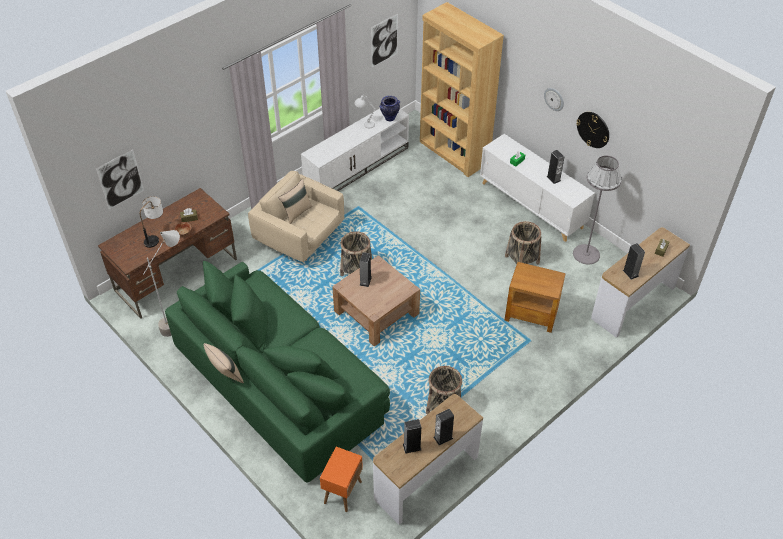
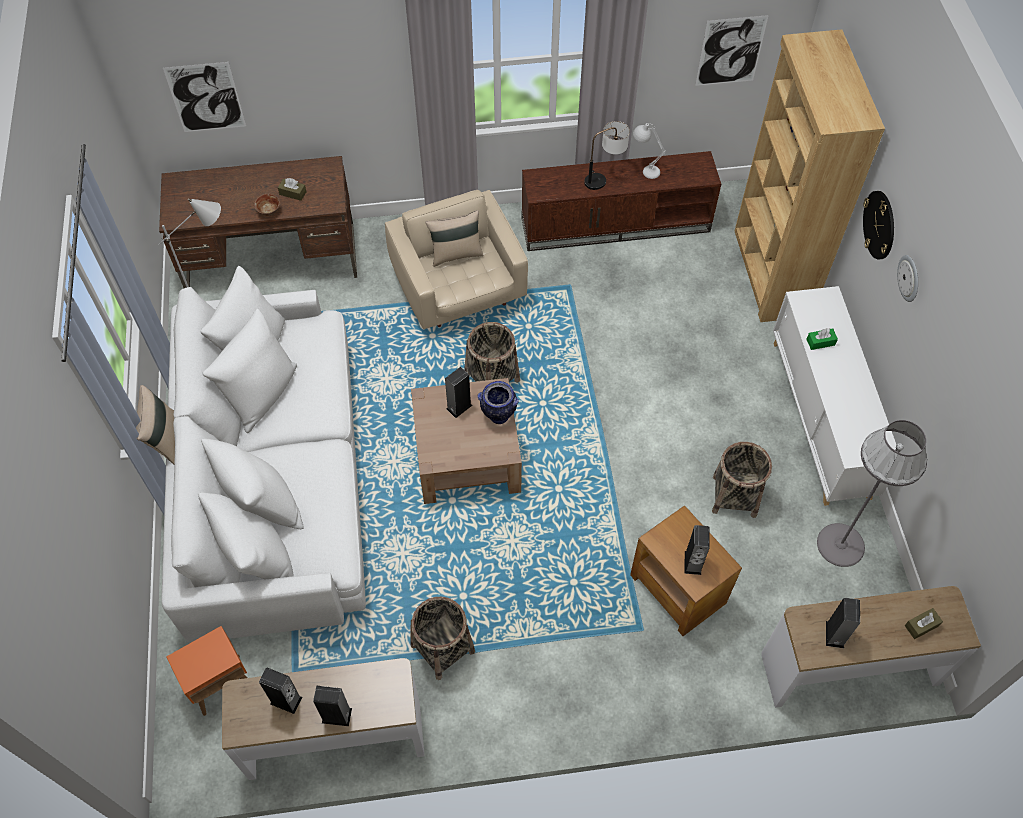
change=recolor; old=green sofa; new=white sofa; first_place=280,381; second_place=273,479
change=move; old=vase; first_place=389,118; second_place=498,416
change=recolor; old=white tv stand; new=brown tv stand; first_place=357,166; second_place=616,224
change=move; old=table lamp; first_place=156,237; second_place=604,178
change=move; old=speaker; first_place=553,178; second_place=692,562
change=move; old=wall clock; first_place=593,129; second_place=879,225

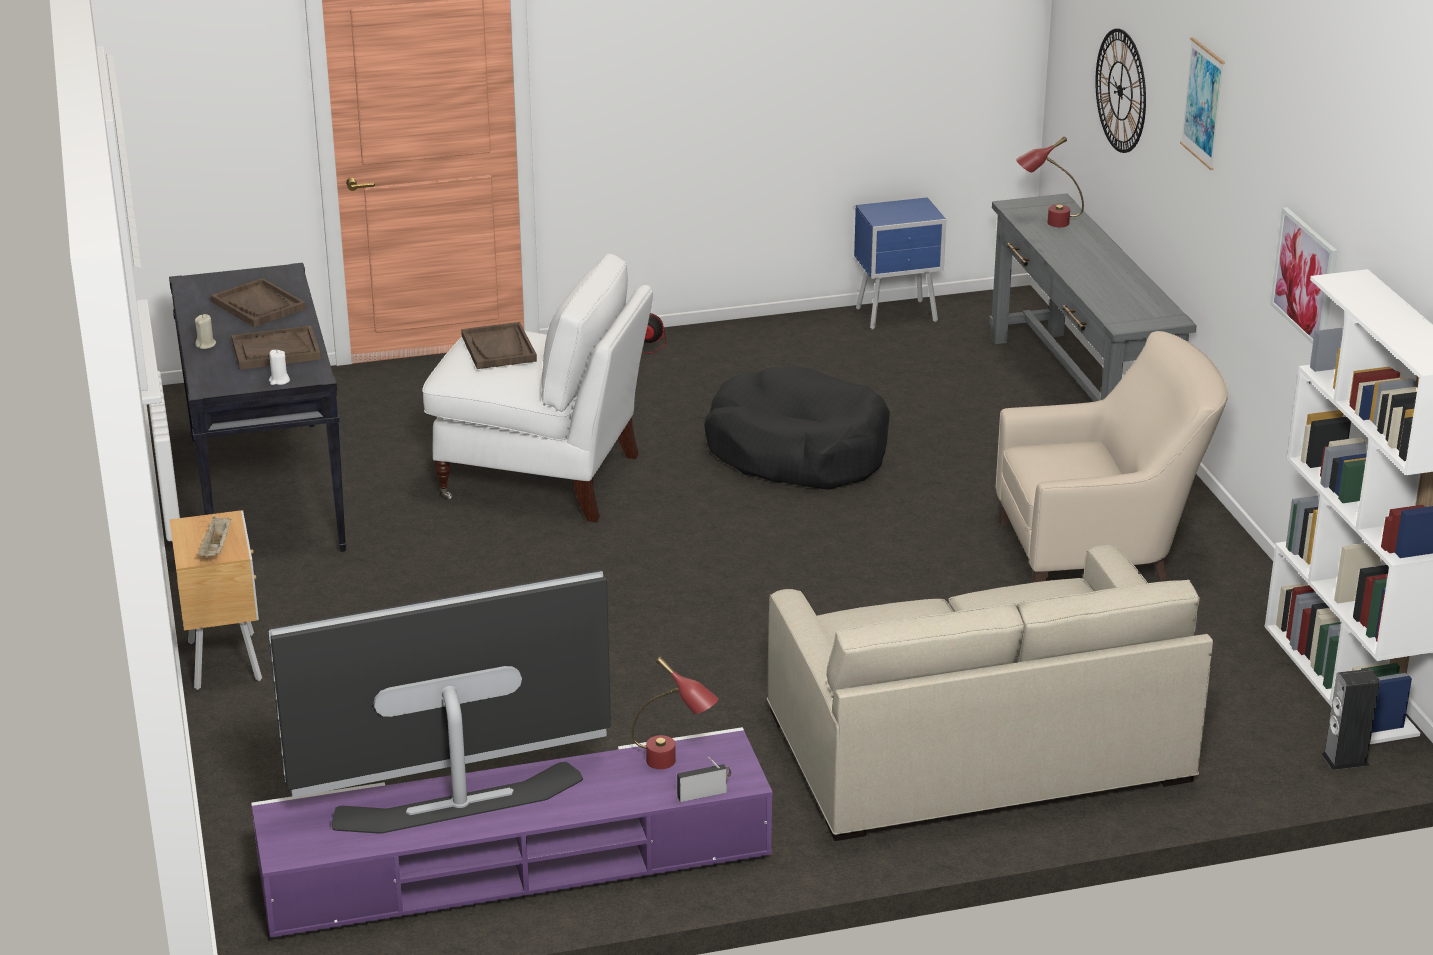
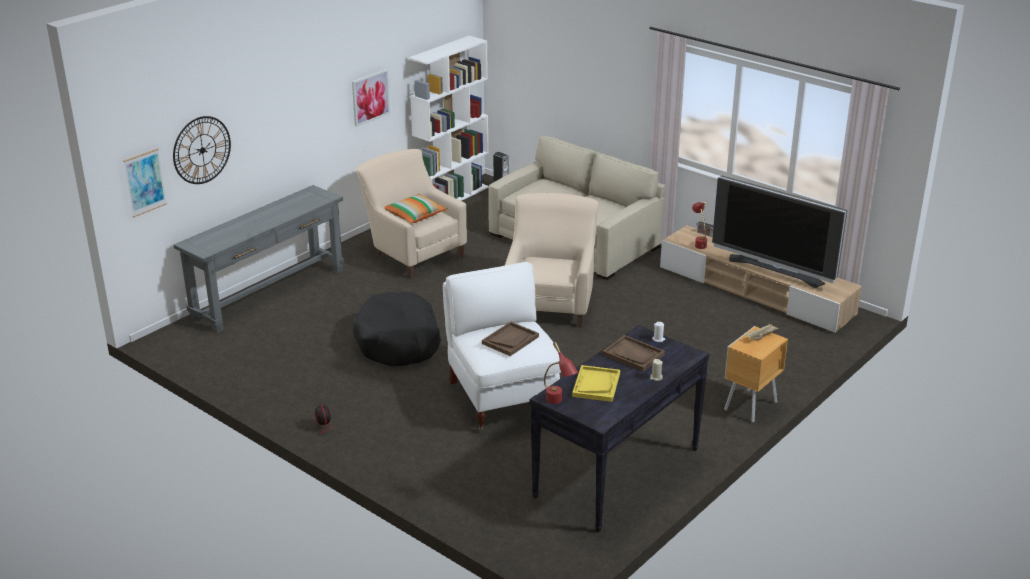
change=move; old=picture; first_place=1203,103; second_place=145,182
change=insert; new=pillow; second_place=415,216
change=insert; new=beige armchair; second_place=551,303
change=move; old=red table lamp; first_place=1047,222; second_place=558,403
change=recolor; old=brown tray; new=yellow tray; first_place=258,305; second_place=596,385
change=recolor; old=purple tv stand; new=beige tv stand; first_place=514,864; second_place=755,292
change=delete; old=blue nightstand; first_place=898,315

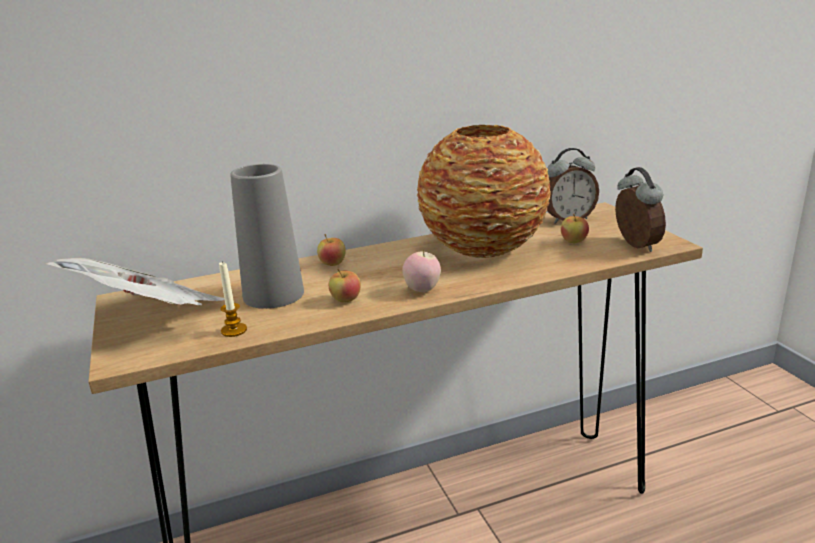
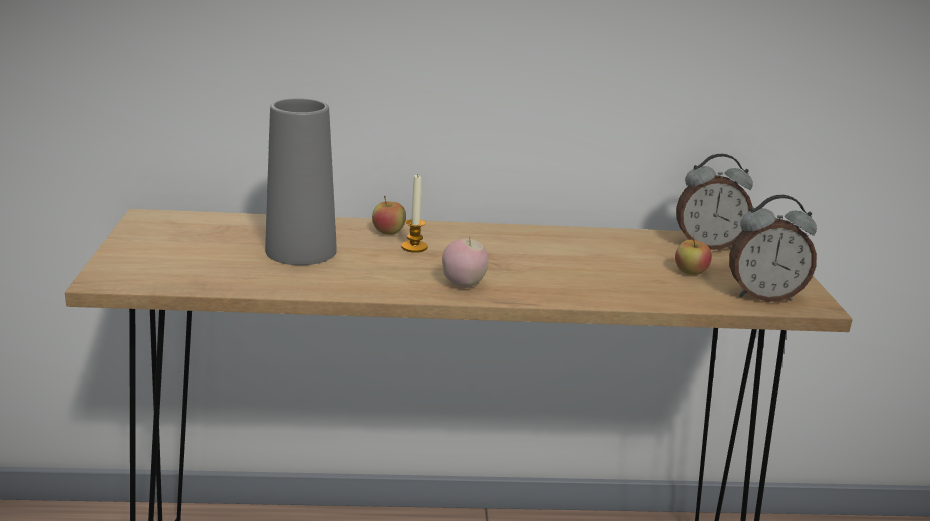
change=move; old=candle; first_place=234,330; second_place=414,247
change=rotate; old=alarm clock; first_place=634,246; second_place=763,295; degrees=90
change=delete; old=newspaper; first_place=151,318
change=delete; old=apple; first_place=346,300
change=delete; old=vase; first_place=483,248

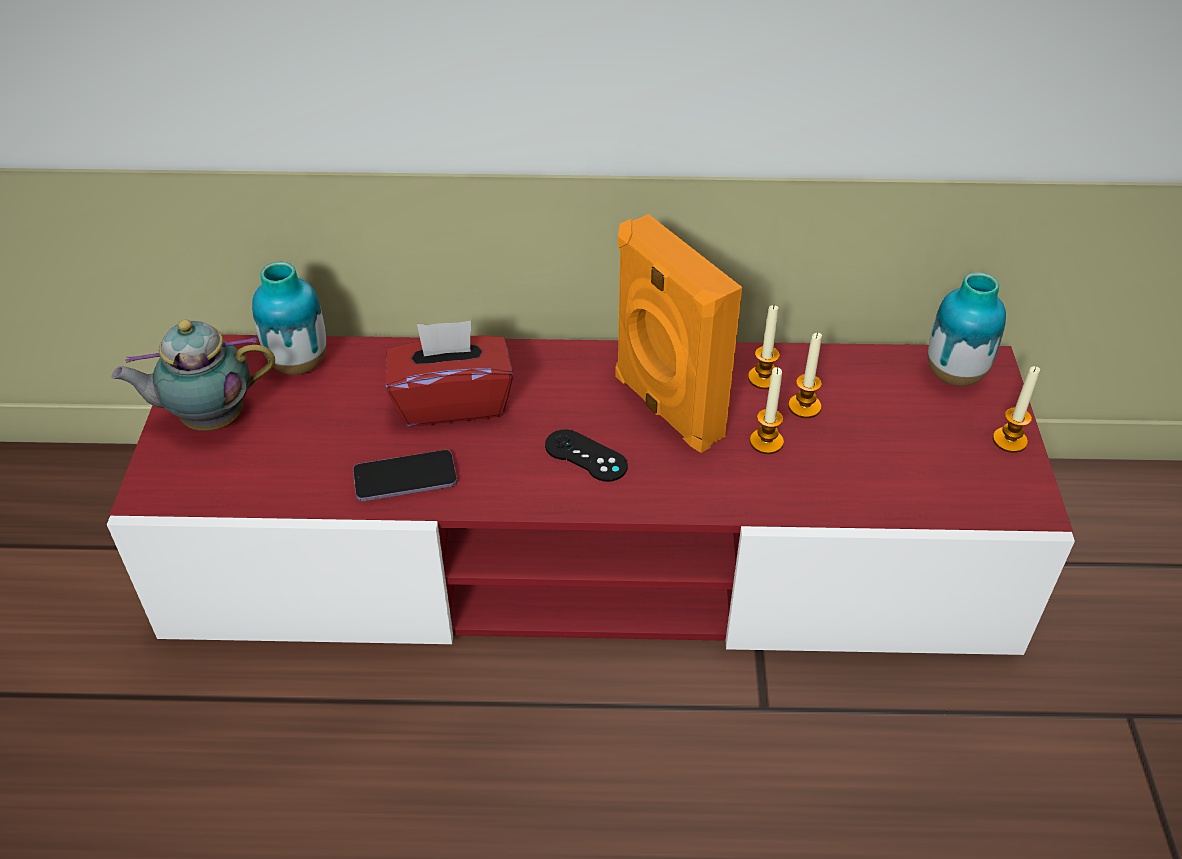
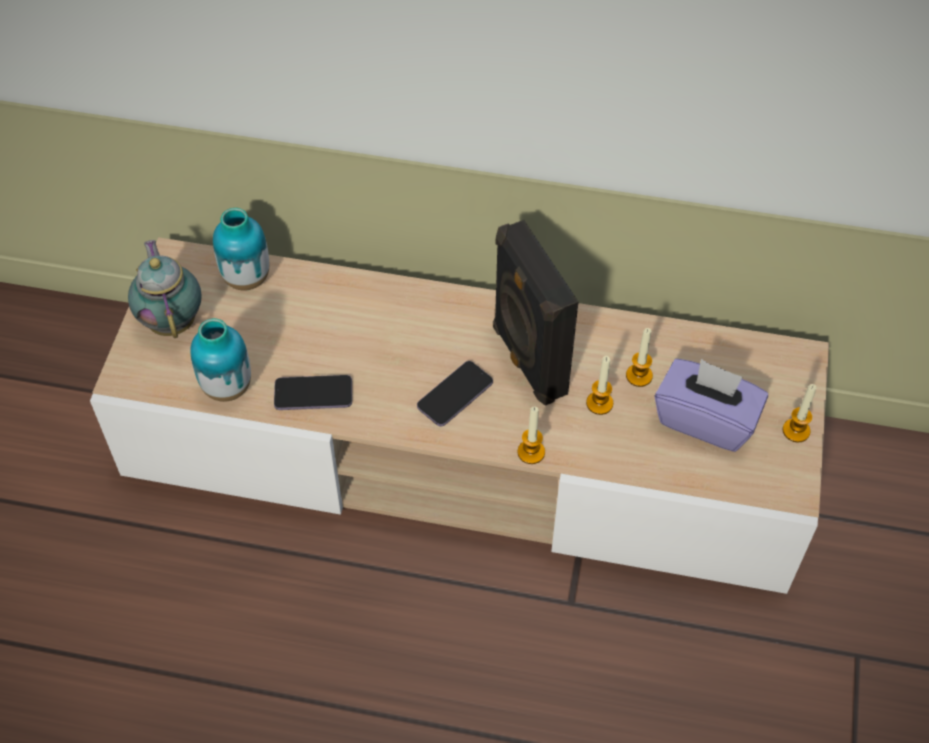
change=recolor; old=red tv stand; new=beige tv stand; first_place=591,553; second_place=464,452
change=rotate; old=teapot; first_place=209,419; second_place=172,320; degrees=75
change=move; old=vase; first_place=954,374; second_place=227,387
change=replace; old=black game controller; new=phone; first_place=586,456; second_place=455,395
change=recolor; old=orange speaker; new=black speaker; first_place=665,408; second_place=527,361
change=move; old=candle; first_place=763,378; second_place=531,452
change=insert; new=purple tissue box; second_place=705,419
change=delete; old=red tissue box; first_place=452,401

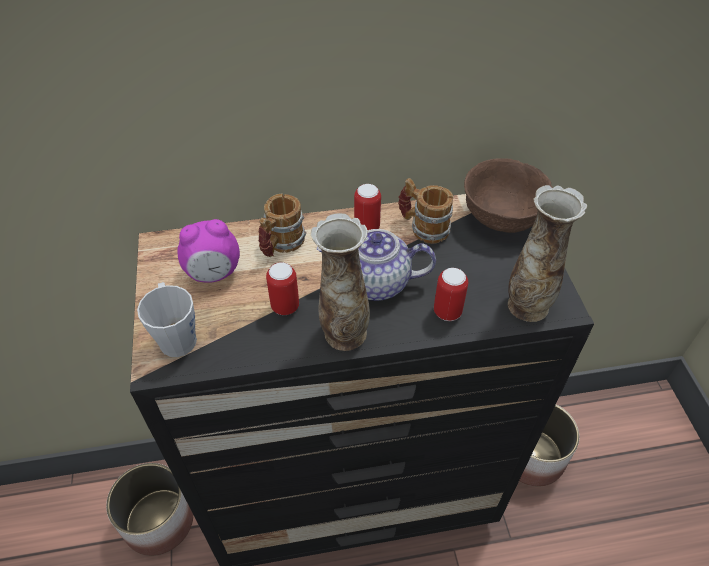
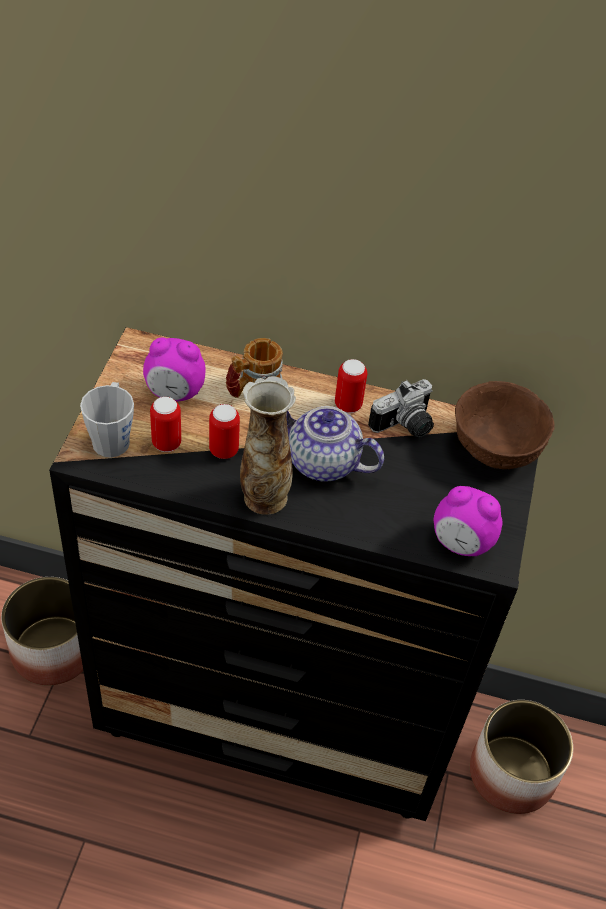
change=move; old=can; first_place=447,312; second_place=166,443
change=replace; old=mug; new=photo camera; first_place=423,227; second_place=405,426
change=replace; old=vase; new=alarm clock; first_place=527,304; second_place=461,543

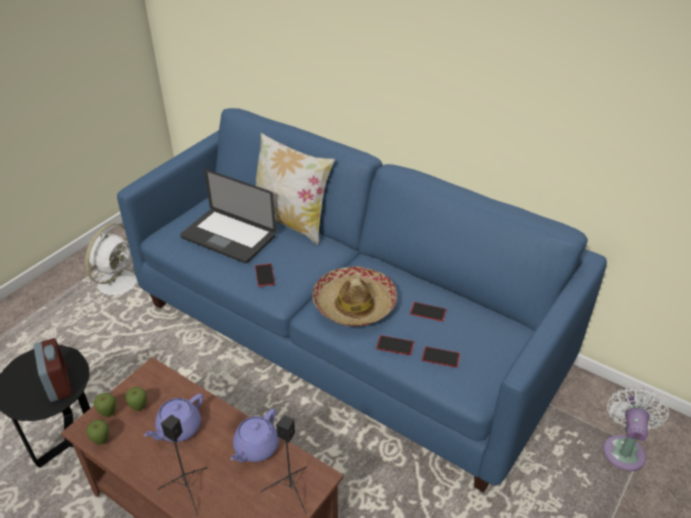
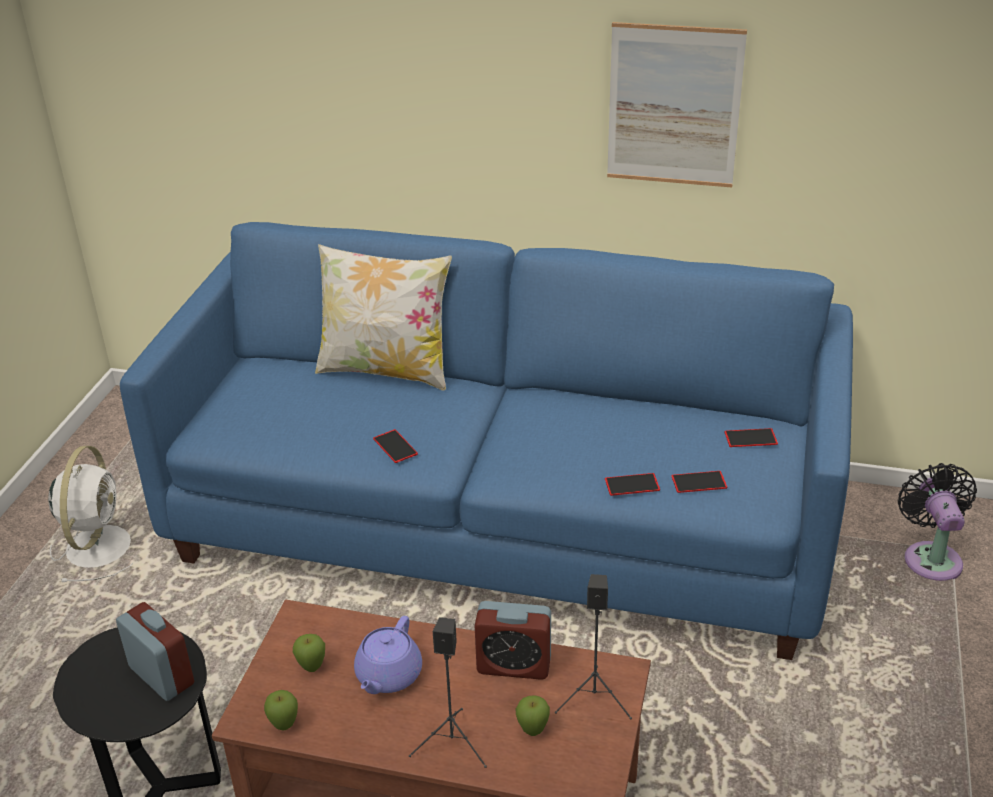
change=replace; old=purple teapot; new=alarm clock; first_place=255,448; second_place=514,665
change=move; old=apple; first_place=108,414; second_place=532,731
change=insert; new=picture; second_place=674,106
change=move; old=phone; first_place=428,312; second_place=750,438
change=recolor; old=white fan; new=black fan; first_place=624,449; second_place=931,557
change=delete; old=laptop; first_place=228,237
change=delete; old=hat; first_place=354,304

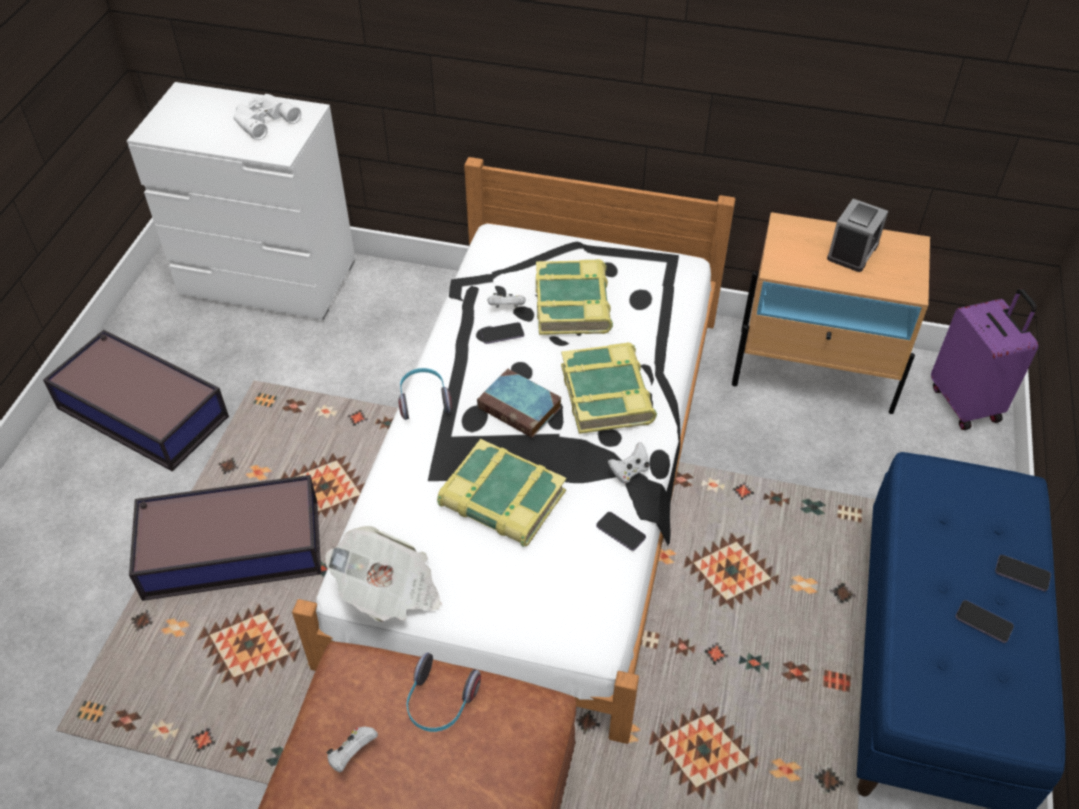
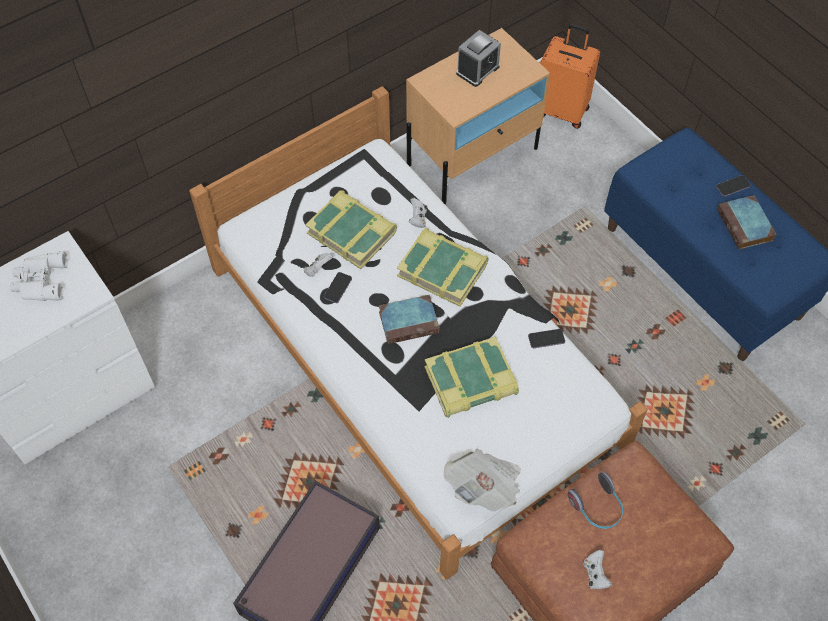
change=move; old=white game controller; first_place=629,471; second_place=418,219
change=rotate; old=alarm clock; first_place=852,251; second_place=477,70; degrees=60
change=recolor; old=purple suitcase; new=orange suitcase; first_place=966,403; second_place=562,110
change=replace; old=phone; new=book; first_place=983,622; second_place=745,226
change=delete; old=storage box; first_place=141,411
change=delete; old=headphones; first_place=423,400

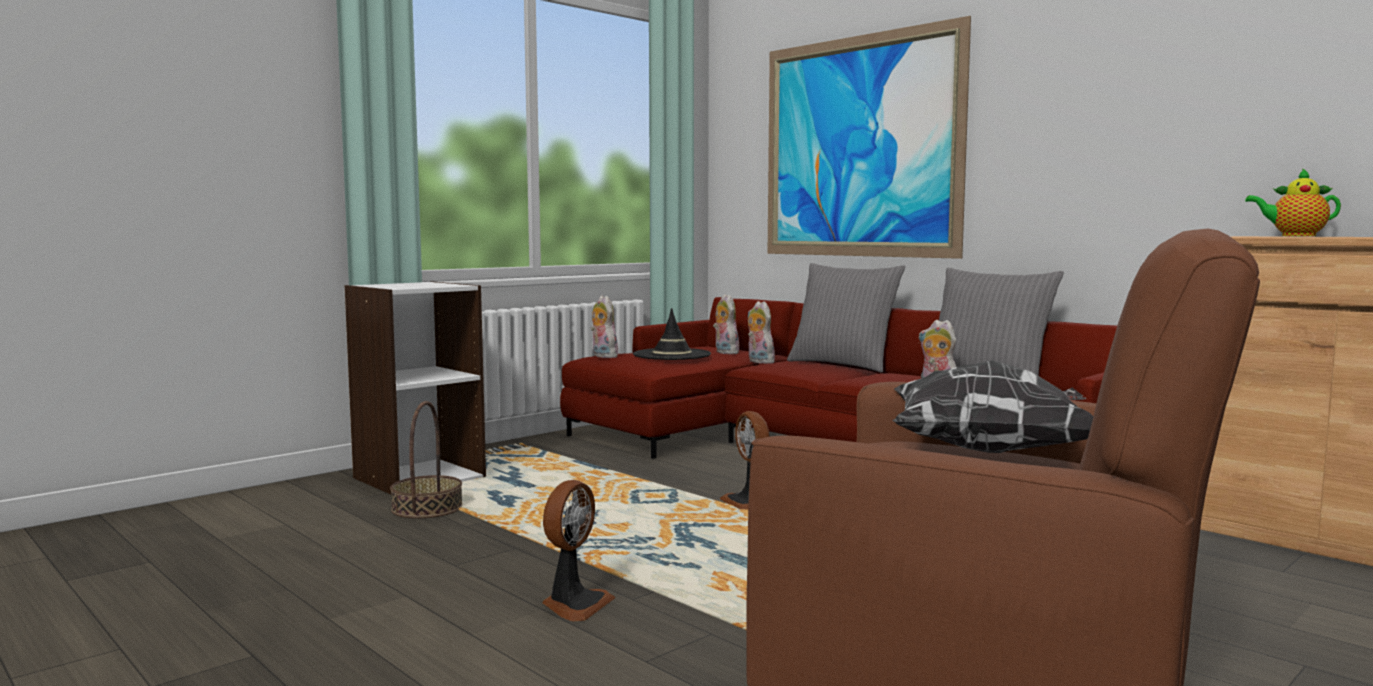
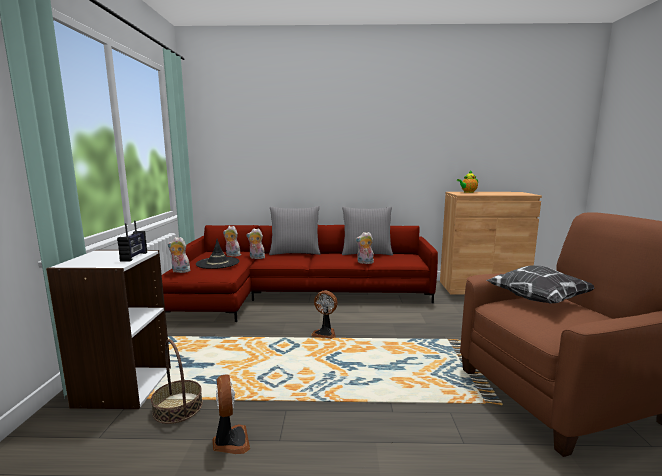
change=insert; new=radio; second_place=134,257
change=move; old=fan; first_place=574,604; second_place=230,441
change=delete; old=picture; first_place=859,147

